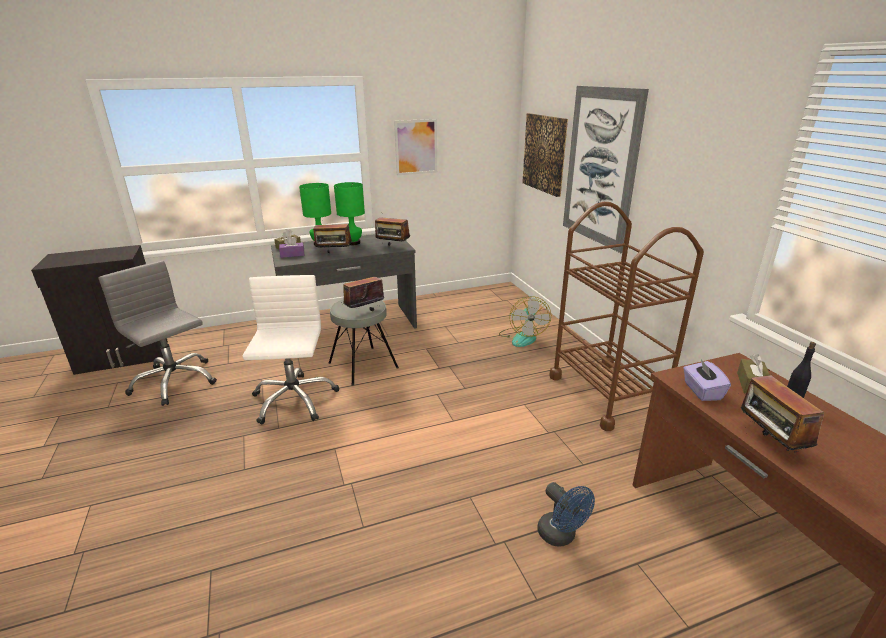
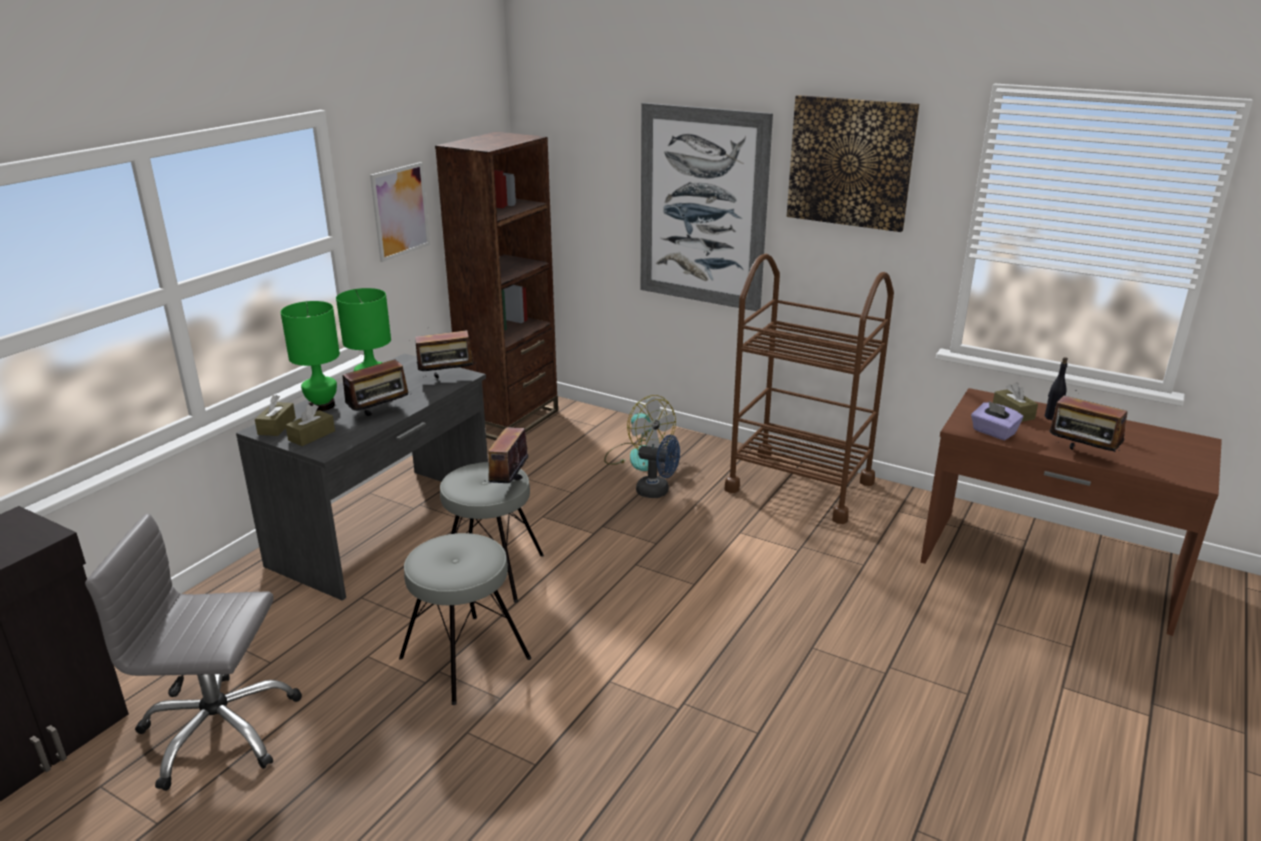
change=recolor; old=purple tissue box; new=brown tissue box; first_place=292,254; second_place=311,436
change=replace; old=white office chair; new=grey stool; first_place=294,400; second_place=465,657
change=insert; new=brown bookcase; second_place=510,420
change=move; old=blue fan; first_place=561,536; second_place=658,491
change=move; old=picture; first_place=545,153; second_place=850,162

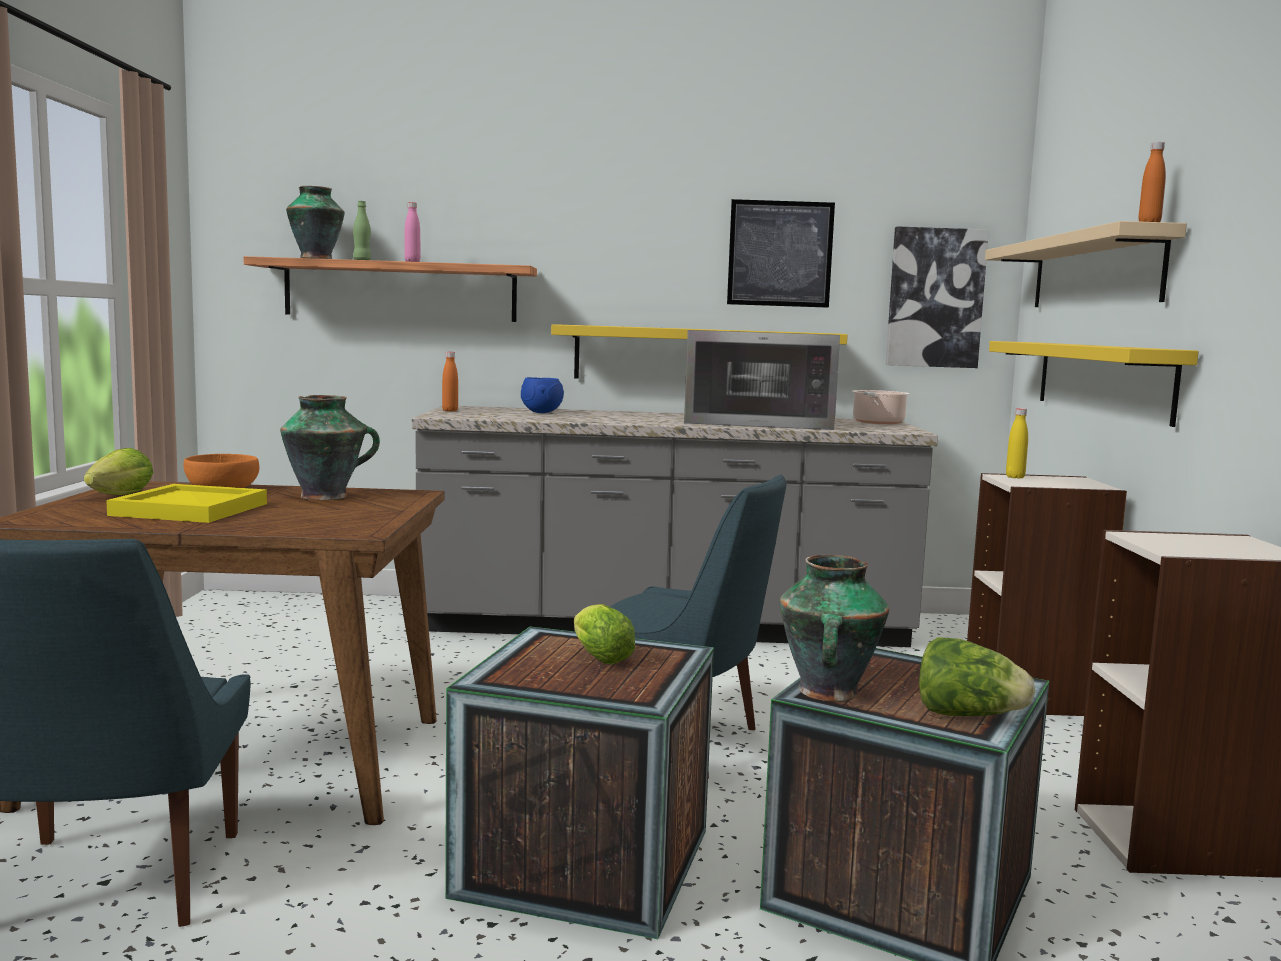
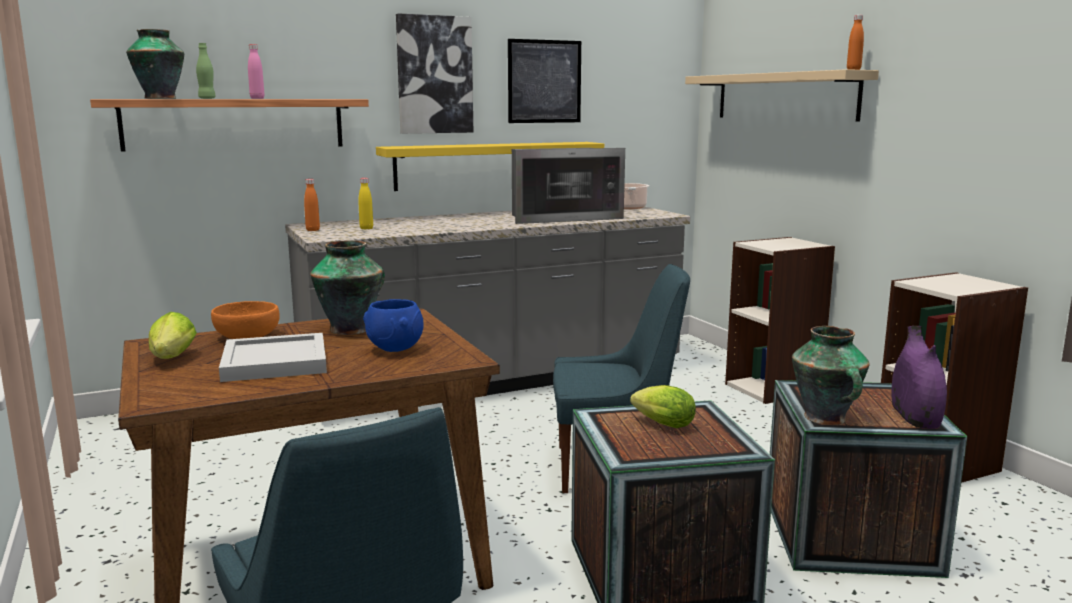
change=recolor; old=yellow tray; new=white tray; first_place=187,509; second_place=273,363
change=move; old=yellow bottle; first_place=1015,477; second_place=366,228
change=move; old=blue bowl; first_place=540,413; second_place=394,349
change=move; old=picture; first_place=935,298; second_place=434,75
change=replace; old=lettuce; new=purple vase; first_place=967,716; second_place=914,417
change=delete; old=yellow shelf; first_place=1102,379

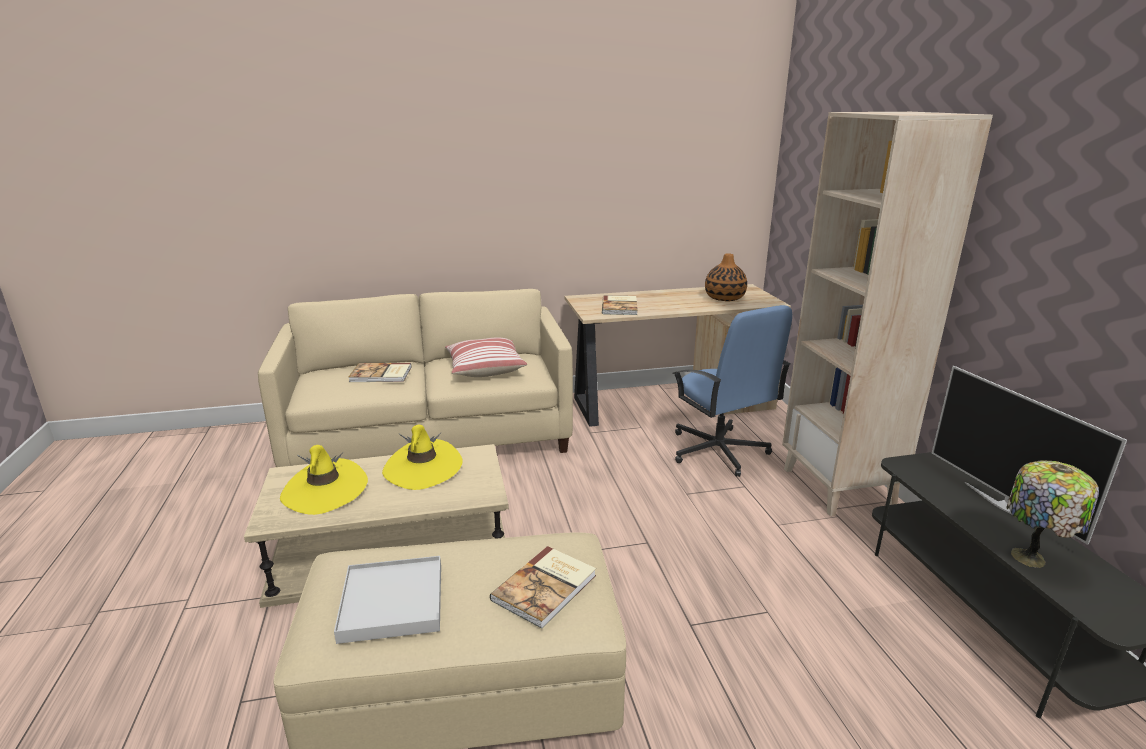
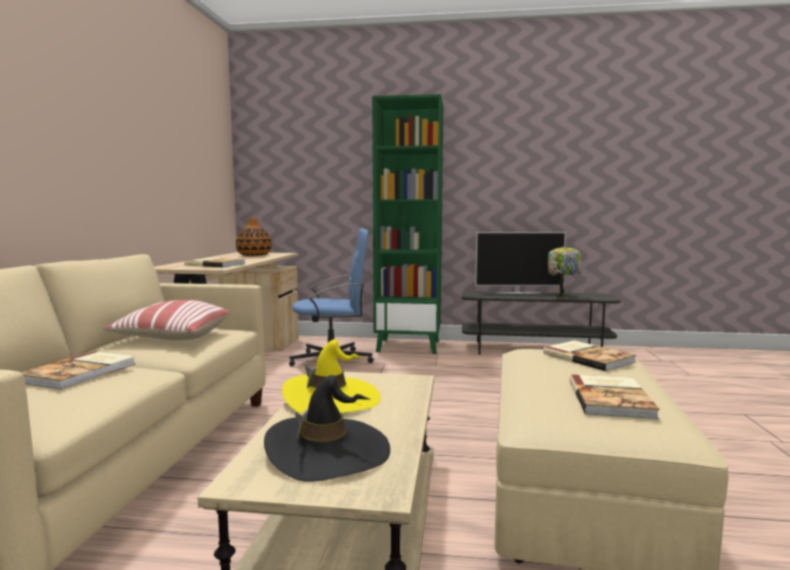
change=recolor; old=yellow hat; new=black hat; first_place=325,490; second_place=328,452
change=recolor; old=beige bookcase; new=green bookcase; first_place=839,487; second_place=409,346
change=replace; old=white tray; new=book; first_place=392,602; second_place=612,399

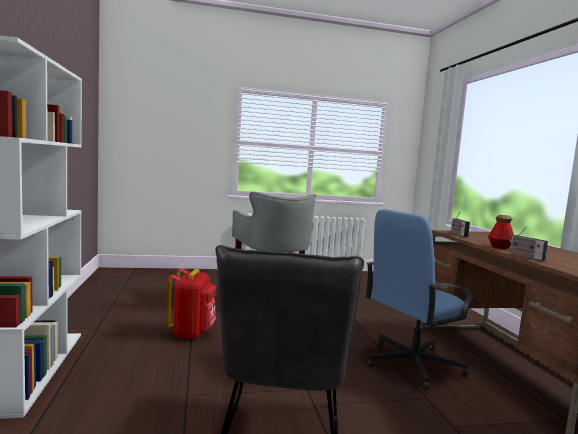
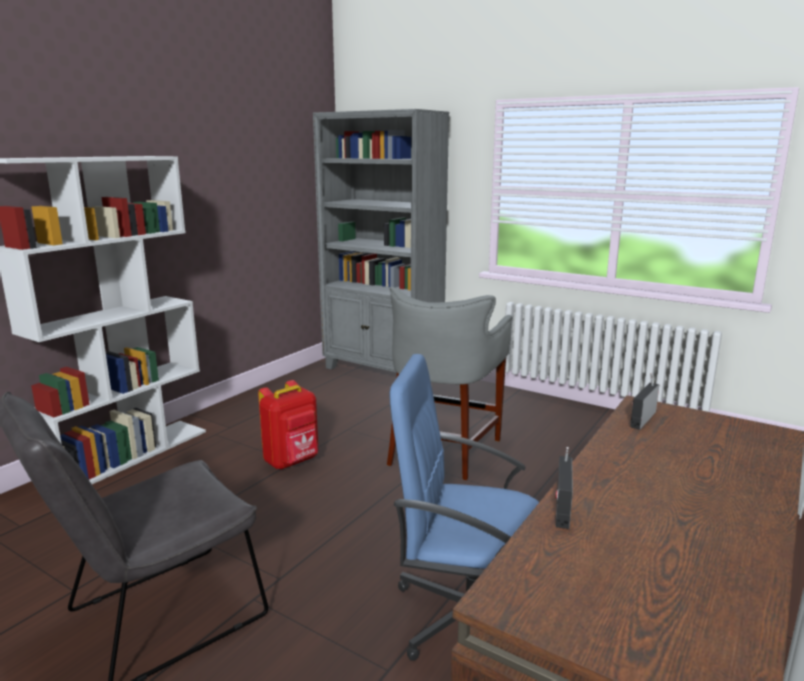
change=insert; new=grey bookcase; second_place=383,371
change=delete; old=bottle; first_place=500,247

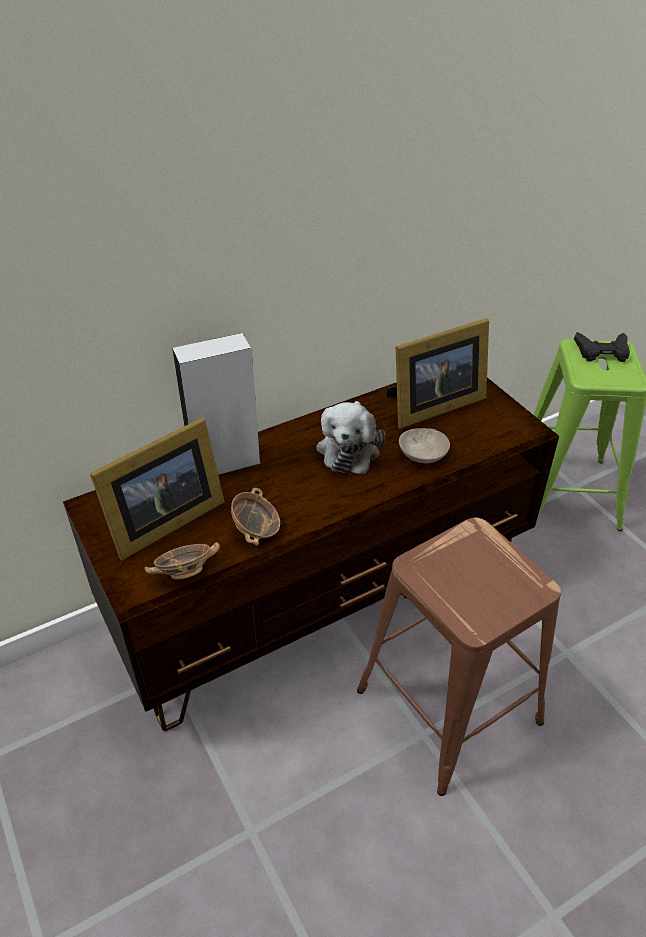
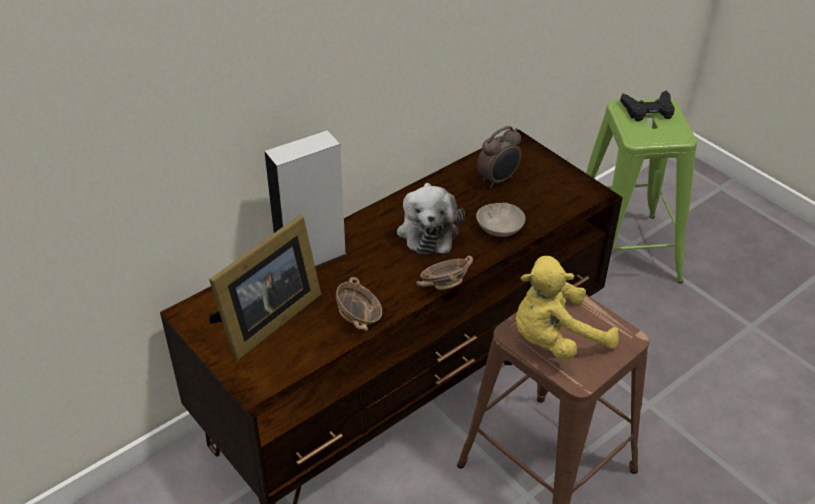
change=move; old=bowl; first_place=185,571; second_place=443,284
change=replace; old=picture frame; new=alarm clock; first_place=432,406; second_place=498,180
change=insert; new=yellow plush toy; second_place=555,339

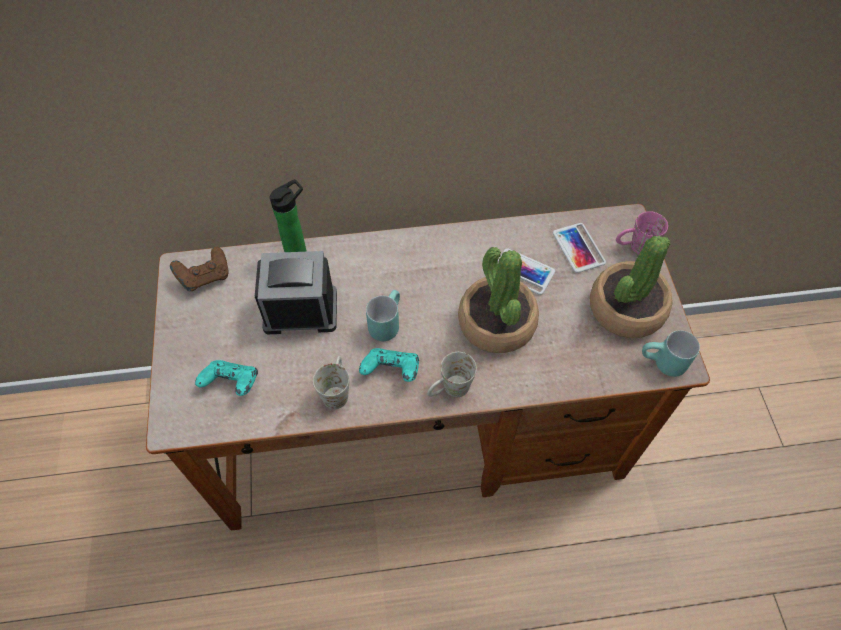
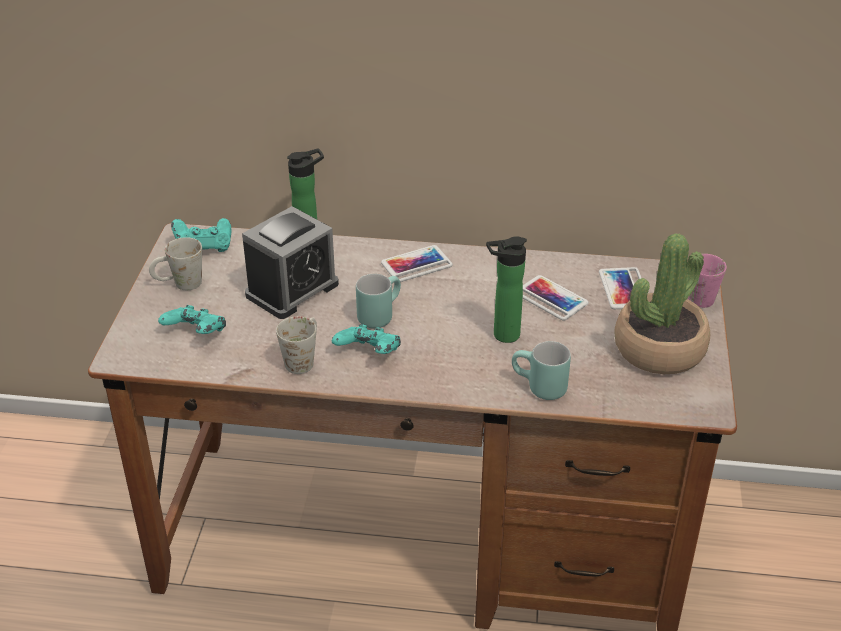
change=move; old=white mug; first_place=449,390; second_place=179,284
change=recolor; old=brown game controller; new=turquoise game controller; first_place=205,277; second_place=204,247
change=rotate; old=alarm clock; first_place=300,311; second_place=292,290; degrees=120
change=insert; new=phone; second_place=416,264
change=replace; old=potted plant; new=bottle; first_place=496,323; second_place=502,335
change=move; old=turquoise mug; first_place=662,365; second_place=538,389

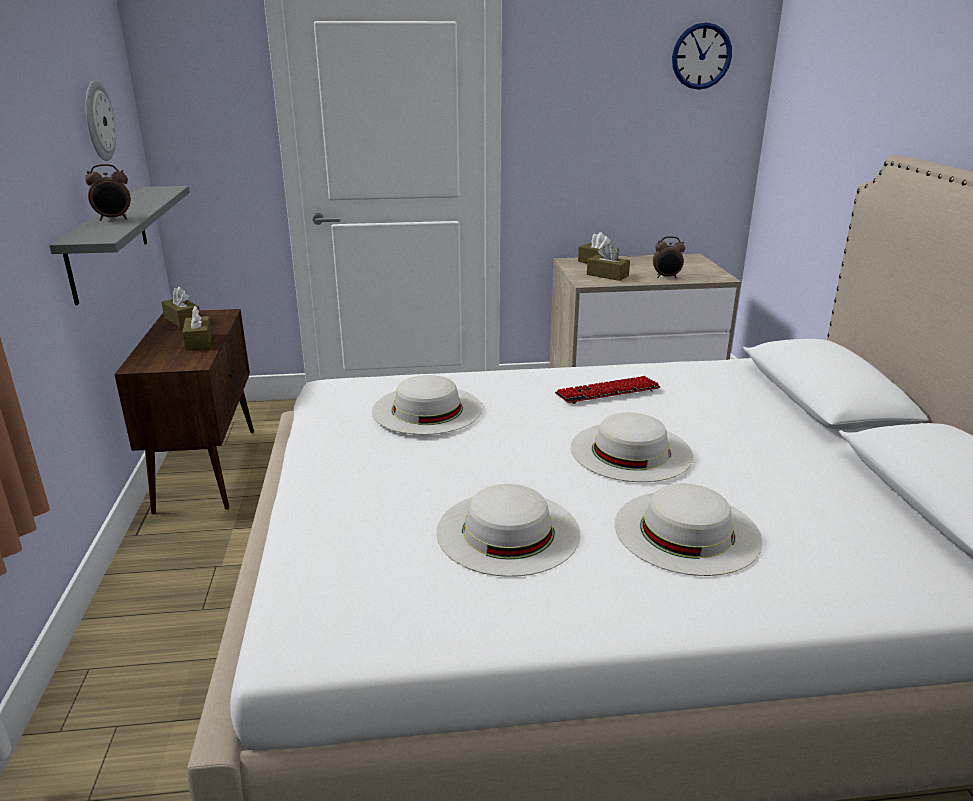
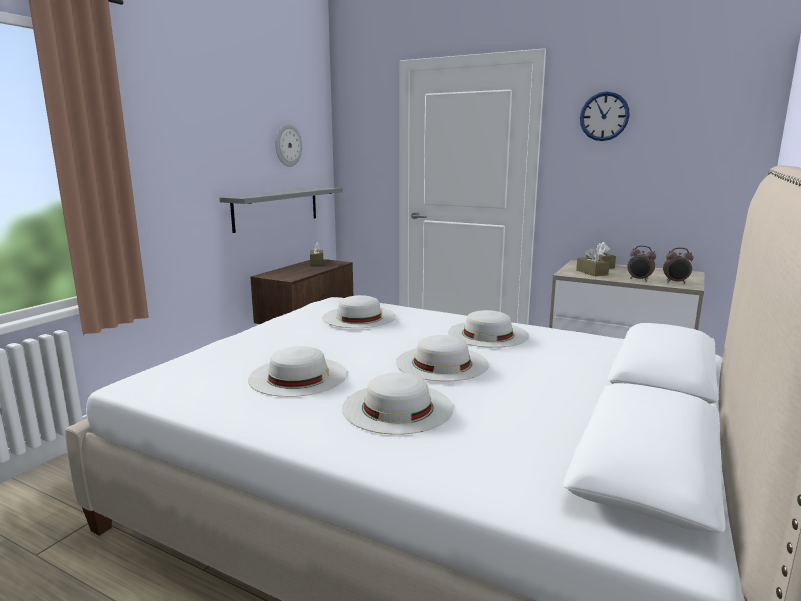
change=replace; old=keyboard; new=white hat; first_place=607,392; second_place=487,334
change=move; old=wall clock; first_place=701,56; second_place=604,116
change=move; old=alarm clock; first_place=114,219; second_place=676,282
change=delete; old=brown tissue box; first_place=199,341

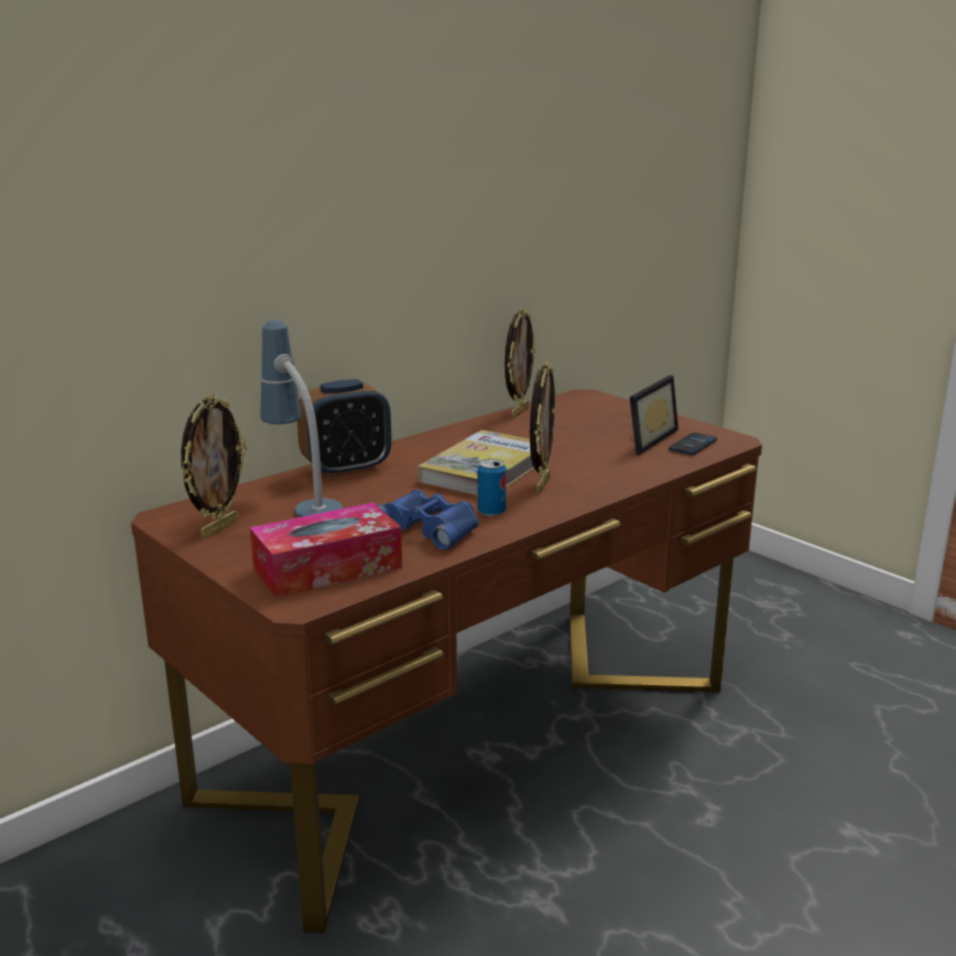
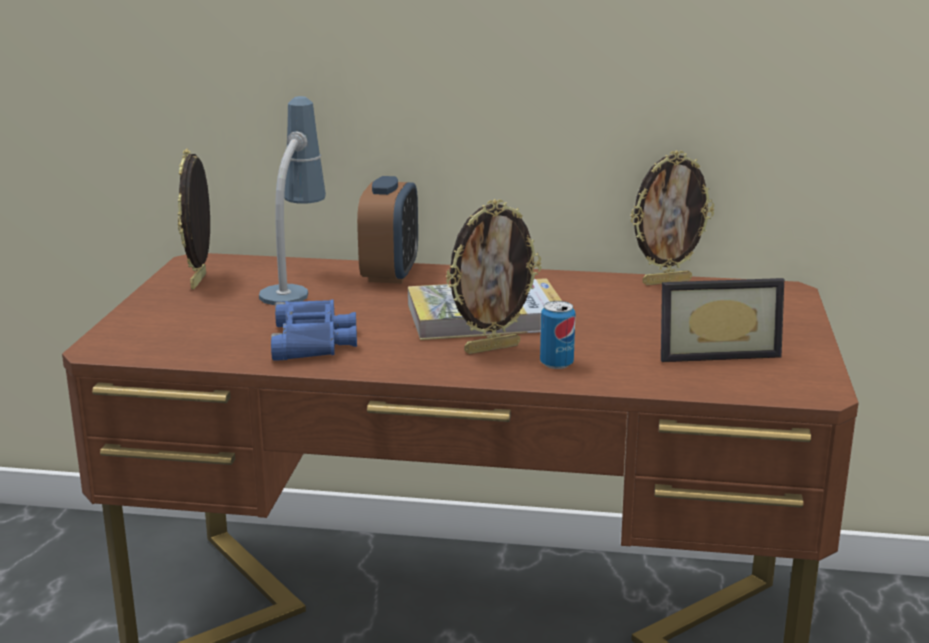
change=rotate; old=picture frame; first_place=219,528; second_place=200,281; degrees=105
change=rotate; old=alarm clock; first_place=346,468; second_place=390,274; degrees=-105
change=move; old=can; first_place=491,512; second_place=556,363
change=delete; old=tissue box; first_place=327,568
change=delete; old=phone; first_place=693,445

